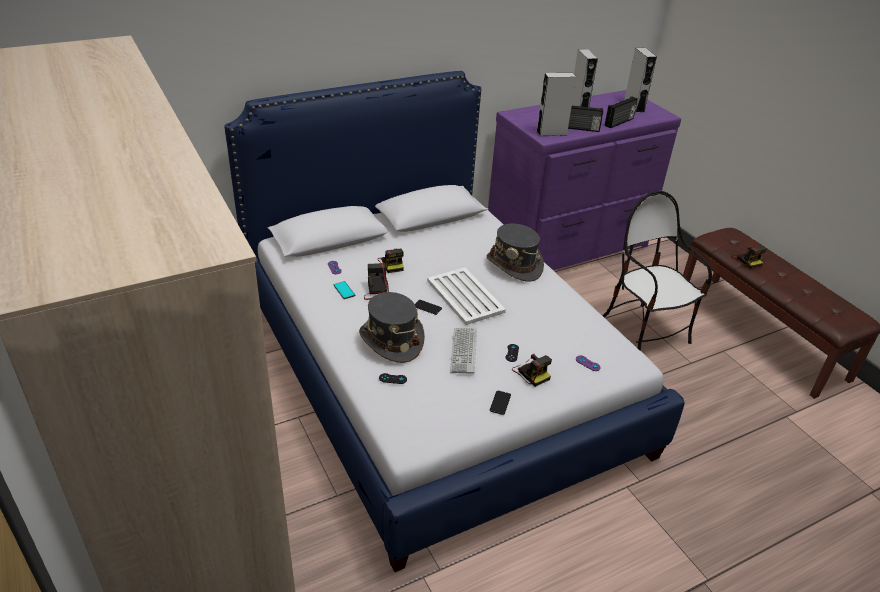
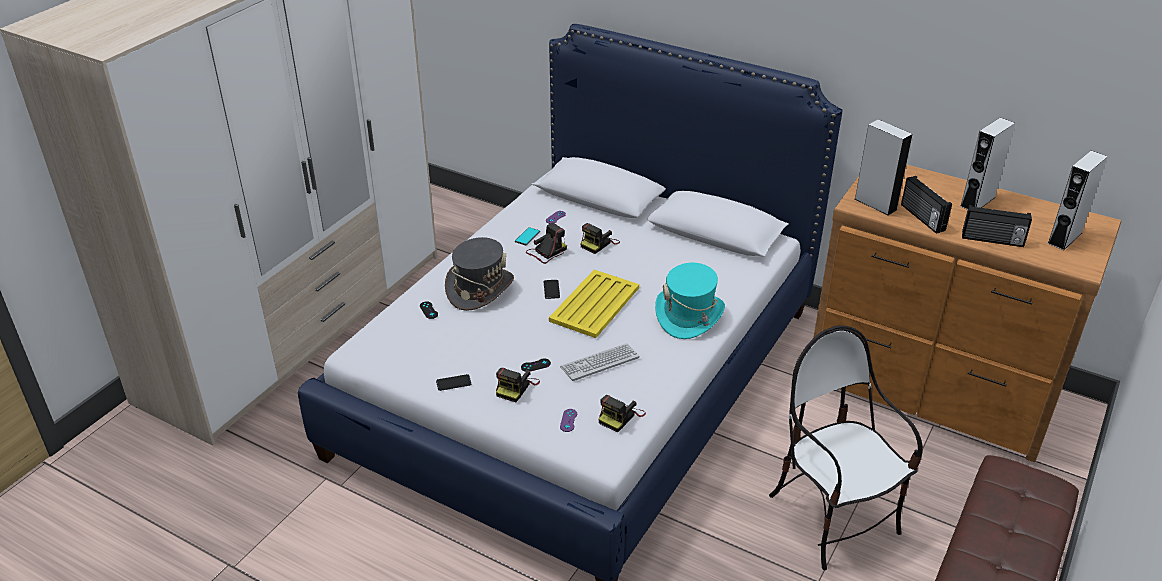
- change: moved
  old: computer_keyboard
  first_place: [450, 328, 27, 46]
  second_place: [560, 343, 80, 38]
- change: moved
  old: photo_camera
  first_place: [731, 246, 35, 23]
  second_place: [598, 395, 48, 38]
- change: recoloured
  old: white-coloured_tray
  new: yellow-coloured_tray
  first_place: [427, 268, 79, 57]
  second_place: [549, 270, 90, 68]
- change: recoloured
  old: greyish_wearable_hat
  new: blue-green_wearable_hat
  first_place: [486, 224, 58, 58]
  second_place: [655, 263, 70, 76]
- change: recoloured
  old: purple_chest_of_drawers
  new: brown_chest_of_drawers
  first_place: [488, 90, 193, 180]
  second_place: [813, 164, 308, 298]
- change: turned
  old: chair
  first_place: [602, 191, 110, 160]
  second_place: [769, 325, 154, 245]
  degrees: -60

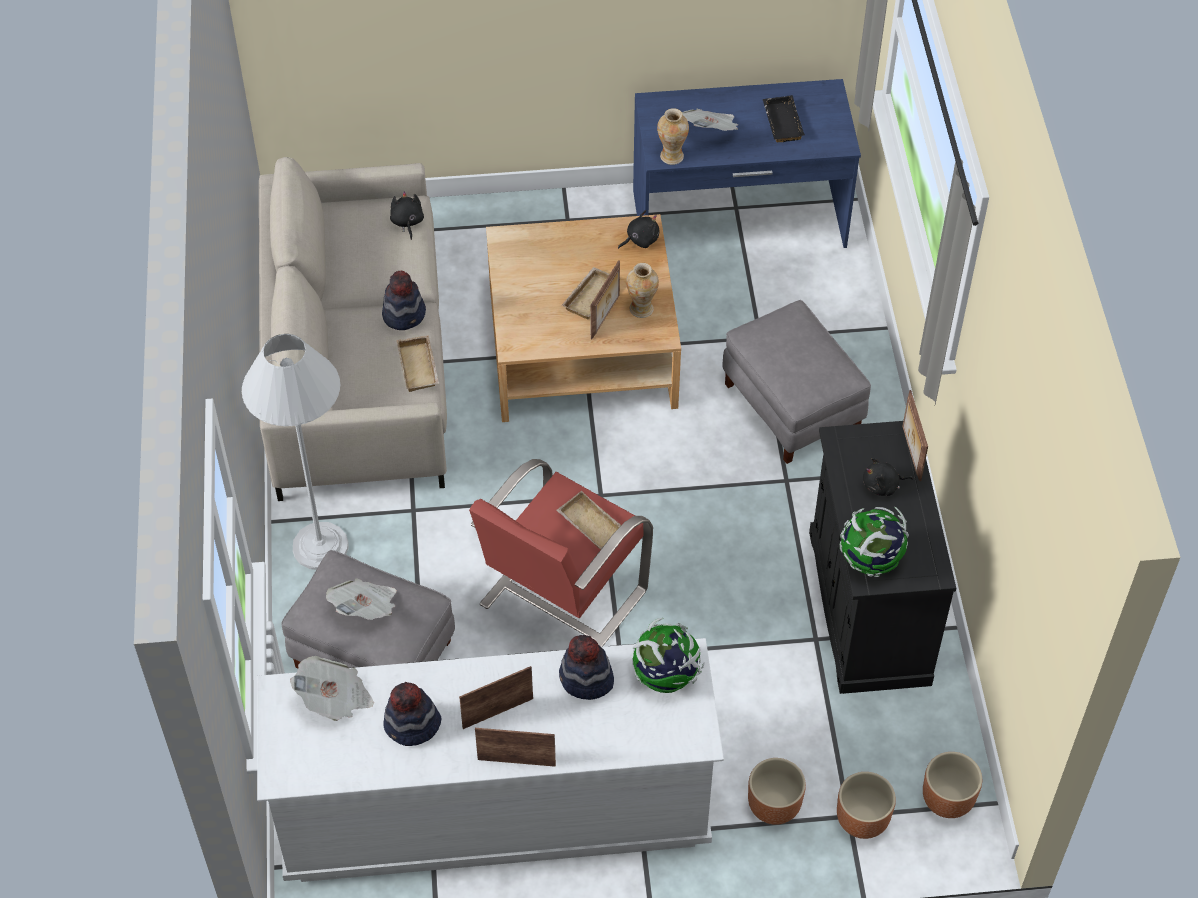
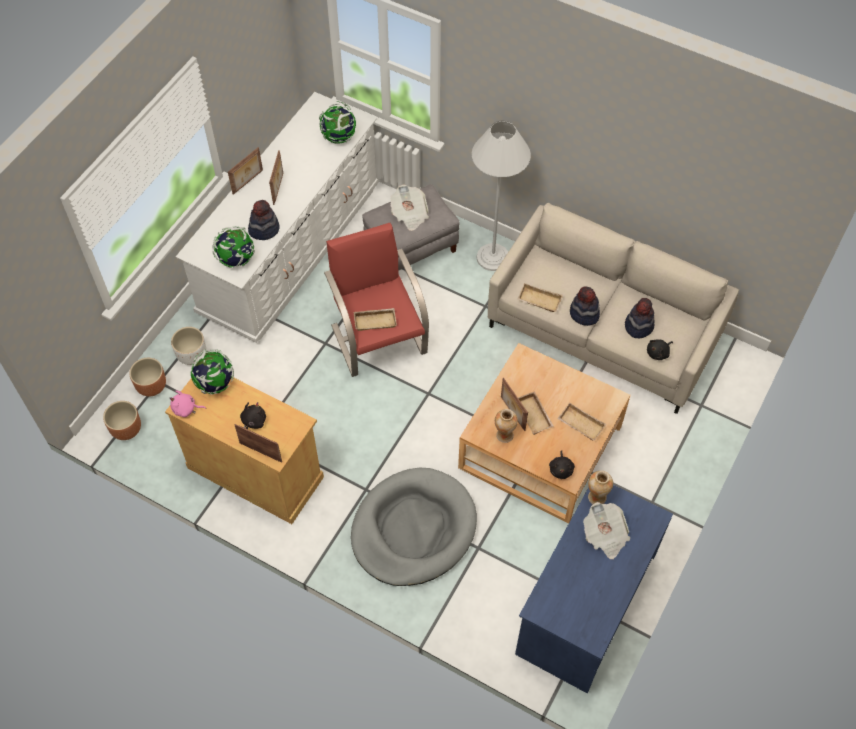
- change: removed
  old: black-coloured_tray
  first_place: [763, 95, 42, 47]
- change: added
  new: pink-coloured_cuddly_toy
  second_place: [170, 391, 36, 26]
- change: added
  new: beige_tray
  second_place: [557, 403, 49, 38]
- change: moved
  old: wearable_hat
  first_place: [383, 682, 59, 64]
  second_place: [625, 298, 29, 41]
- change: replaced
  old: newspaper
  new: world_globe
  first_place: [290, 656, 84, 65]
  second_place: [319, 101, 37, 43]
- change: replaced
  old: greyish_ottoman
  new: greyish_dog_bed
  first_place: [723, 300, 148, 164]
  second_place: [351, 468, 126, 118]
- change: recoloured
  old: brown_plant_pot
  new: white-coloured_plant_pot
  first_place: [748, 758, 58, 67]
  second_place: [171, 327, 35, 38]
- change: recoloured
  old: black-coloured_storage_cabinet
  new: beige_storage_cabinet
  first_place: [809, 421, 147, 273]
  second_place: [165, 378, 159, 146]
- change: turned
  old: black-coloured_cuddly_toy
  first_place: [390, 191, 34, 49]
  second_place: [647, 339, 26, 21]
  degrees: 120

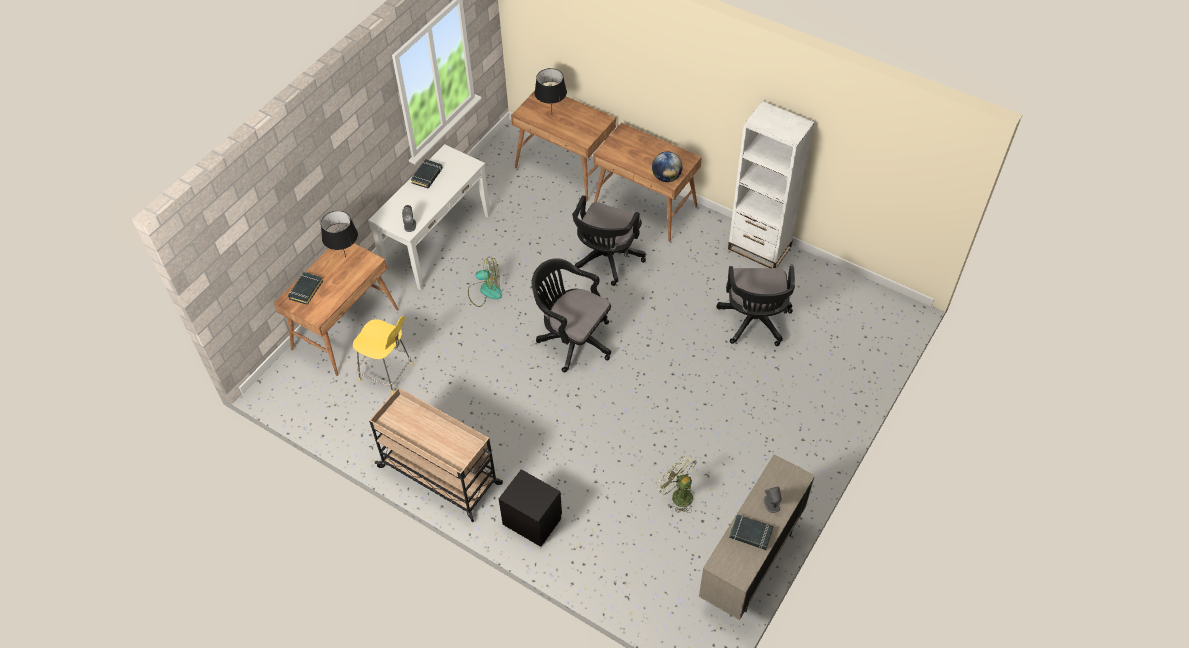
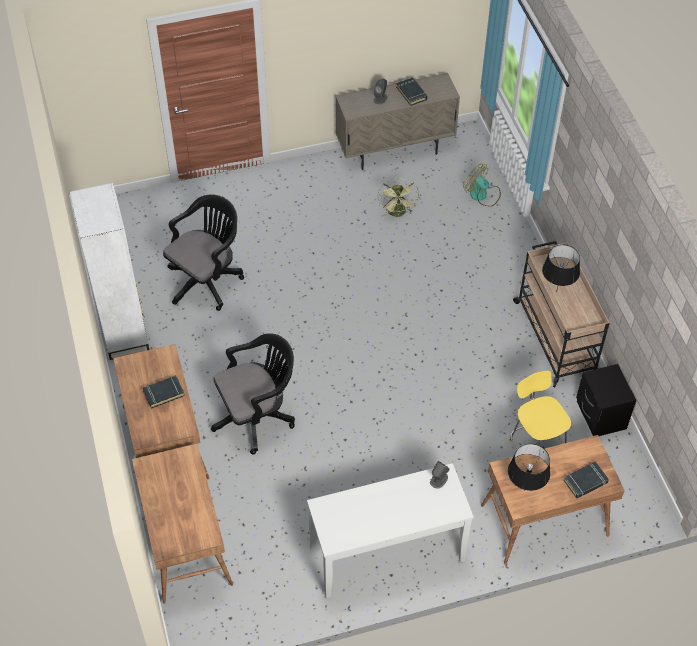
- change: removed
  old: black-coloured_office_chair
  first_place: [532, 258, 79, 114]
- change: removed
  old: world_globe
  first_place: [652, 152, 30, 30]
- change: moved
  old: black-coloured_bound_book
  first_place: [411, 159, 32, 29]
  second_place: [143, 375, 42, 33]
- change: moved
  old: electric_fan
  first_place: [468, 257, 34, 50]
  second_place: [463, 163, 38, 44]
- change: moved
  old: black-coloured_night_table
  first_place: [499, 469, 63, 78]
  second_place: [576, 364, 60, 72]
- change: moved
  old: black-coloured_lamp_for_a_table
  first_place: [535, 68, 32, 42]
  second_place: [542, 245, 38, 48]

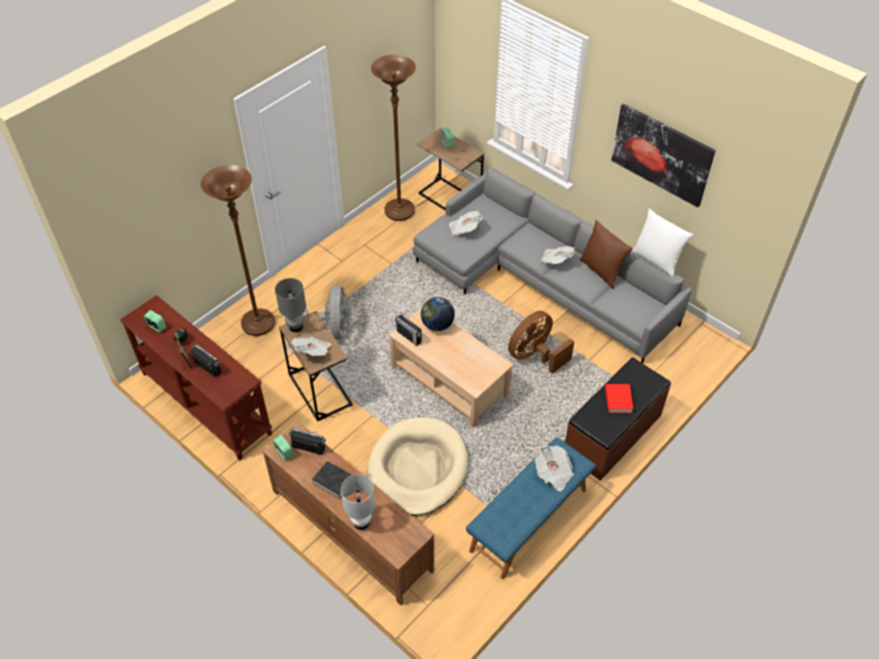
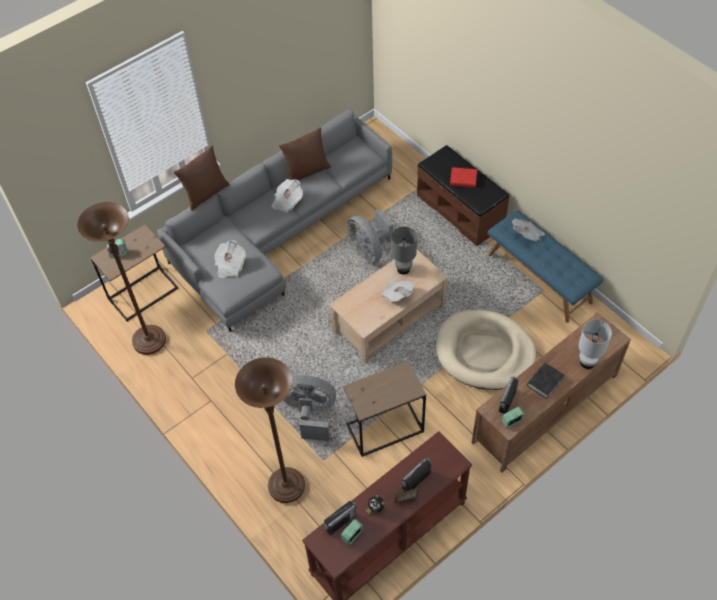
- change: removed
  old: world_globe
  first_place: [421, 297, 34, 34]
- change: removed
  old: wall_picture
  first_place: [611, 104, 105, 103]
- change: removed
  old: white-coloured_throw_pillow
  first_place: [632, 208, 61, 70]
- change: added
  new: brown_throw_pillow
  second_place: [174, 145, 56, 66]
- change: moved
  old: greyish_lamp_for_a_table
  first_place: [275, 278, 31, 54]
  second_place: [391, 227, 26, 48]
- change: moved
  old: newspaper
  first_place: [291, 336, 41, 20]
  second_place: [380, 281, 35, 21]
- change: moved
  old: radio_set
  first_place: [395, 314, 27, 32]
  second_place: [323, 501, 34, 35]
- change: recoloured
  old: brown_electric_fan
  new: greyish_electric_fan
  first_place: [508, 311, 66, 63]
  second_place: [347, 209, 46, 54]

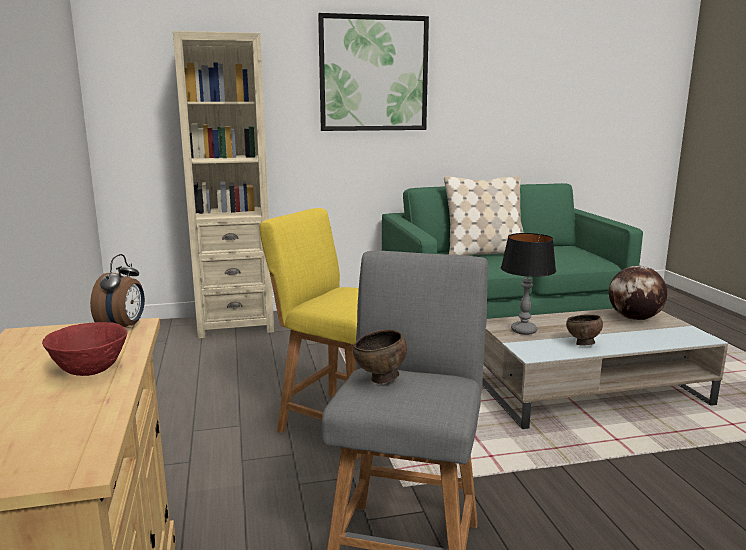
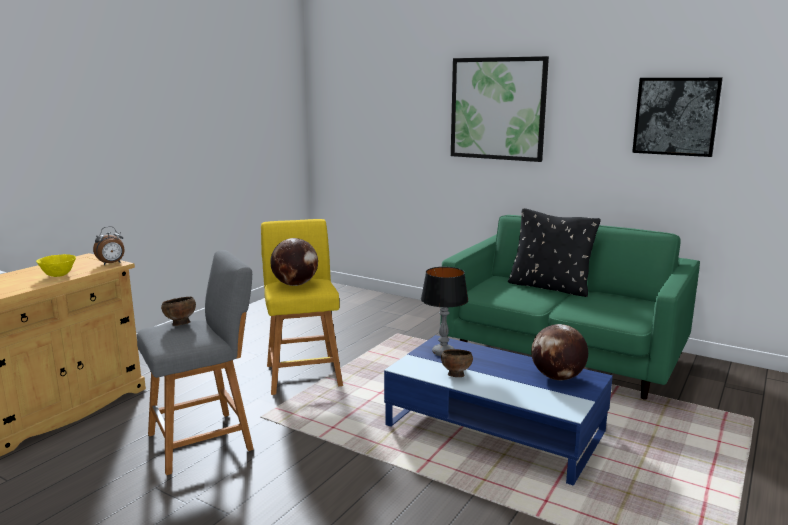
- change: removed
  old: beige_bookshelf
  first_place: [173, 31, 101, 307]
- change: added
  new: world_globe
  second_place: [270, 238, 48, 48]
- change: added
  new: wall_picture
  second_place: [632, 78, 91, 79]
- change: recoloured
  old: red-coloured_deep_dish
  new: yellow-coloured_deep_dish
  first_place: [42, 322, 85, 54]
  second_place: [36, 254, 40, 23]
- change: recoloured
  old: beige_throw_pillow
  new: black-coloured_throw_pillow
  first_place: [444, 176, 80, 80]
  second_place: [508, 208, 93, 89]
- change: recoloured
  old: beige_coffee_table
  new: blue-coloured_coffee_table
  first_place: [482, 308, 246, 121]
  second_place: [384, 335, 229, 151]

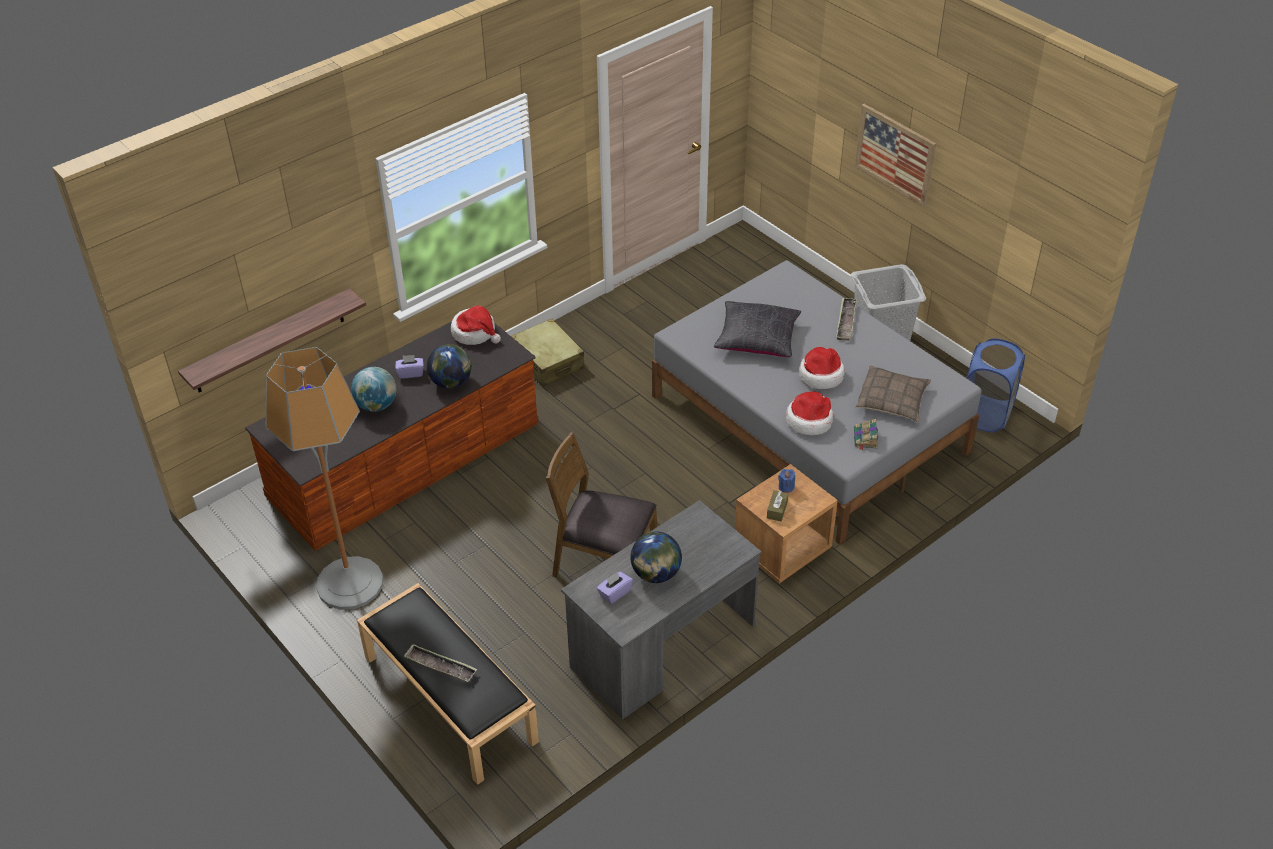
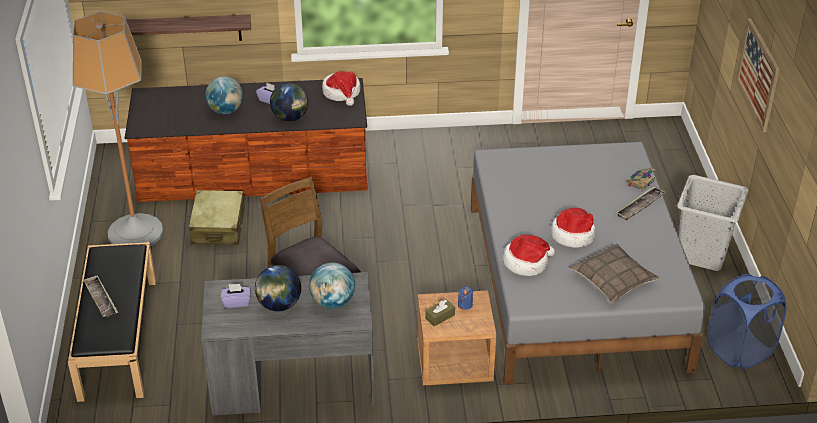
- change: removed
  old: black-coloured_throw_pillow
  first_place: [714, 301, 87, 56]
- change: added
  new: world_globe
  second_place: [309, 263, 46, 46]
- change: moved
  old: beige_travel_case
  first_place: [511, 319, 73, 68]
  second_place: [189, 190, 56, 55]
- change: moved
  old: bound_book
  first_place: [854, 419, 24, 31]
  second_place: [626, 169, 30, 22]

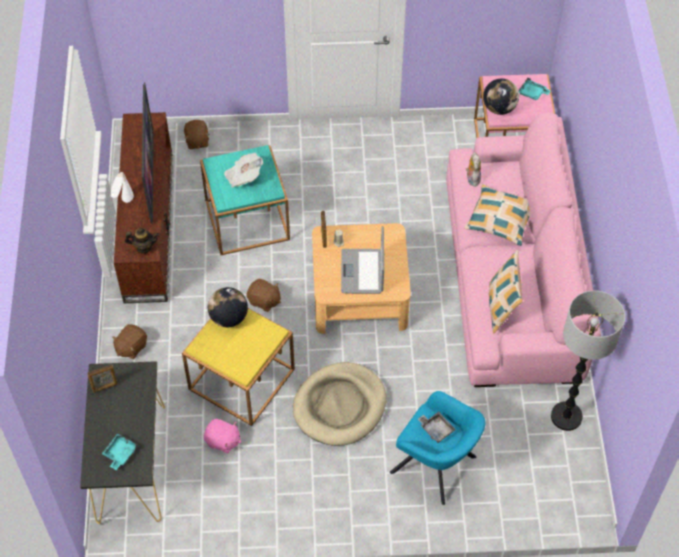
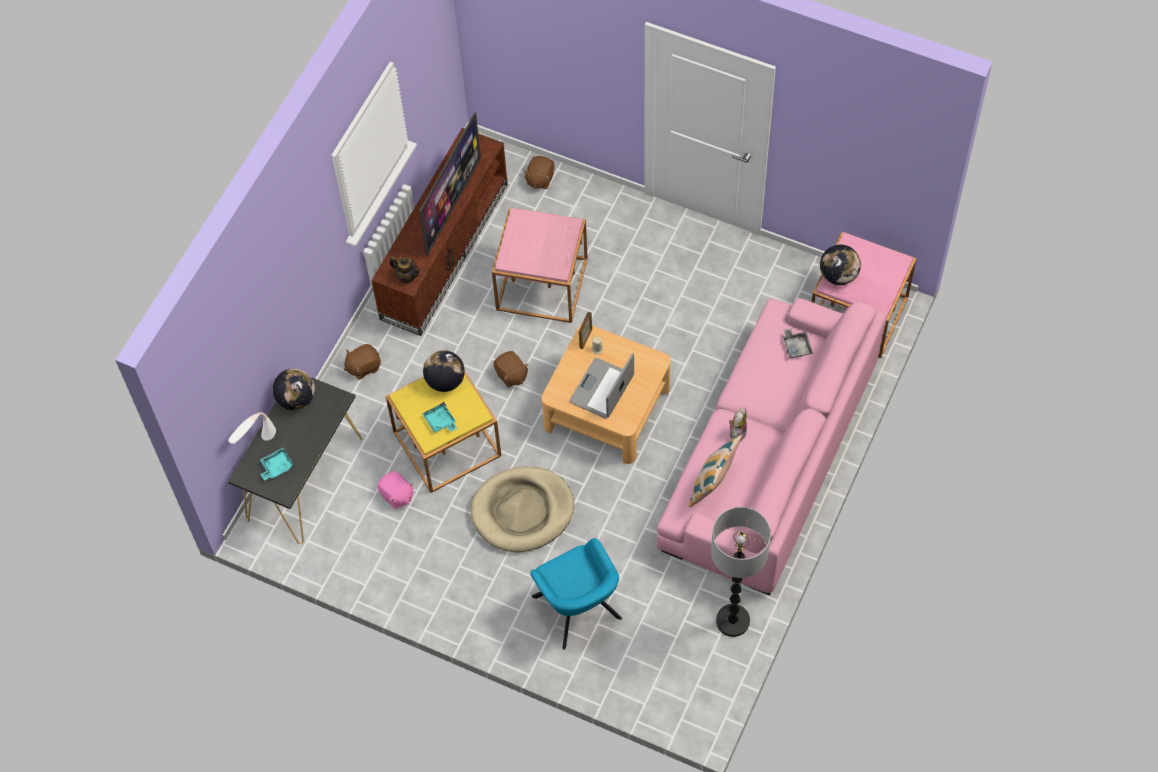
- change: removed
  old: newspaper
  first_place: [224, 153, 39, 35]
- change: removed
  old: throw_pillow
  first_place: [464, 185, 66, 61]
- change: moved
  old: white-coloured_lamp_for_a_table
  first_place: [111, 172, 23, 31]
  second_place: [228, 412, 48, 32]
- change: moved
  old: greyish_tray
  first_place: [418, 412, 38, 31]
  second_place: [783, 329, 30, 29]
- change: moved
  old: cuddly_toy
  first_place: [466, 152, 15, 35]
  second_place: [729, 407, 18, 33]
- change: moved
  old: blue-green_tray
  first_place: [518, 77, 33, 23]
  second_place: [422, 401, 35, 32]
- change: replaced
  old: picture_frame
  new: world_globe
  first_place: [87, 365, 30, 28]
  second_place: [273, 368, 42, 42]
- change: recoloured
  old: blue-green_side_table
  new: pink-coloured_side_table
  first_place: [200, 145, 90, 110]
  second_place: [492, 207, 96, 116]

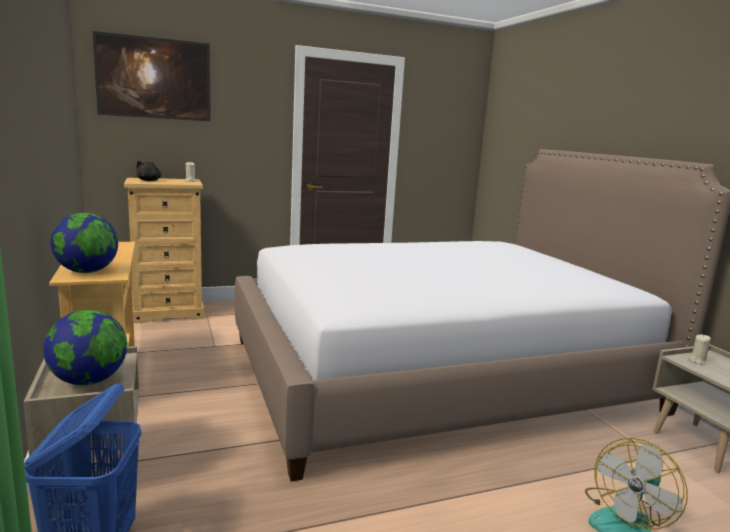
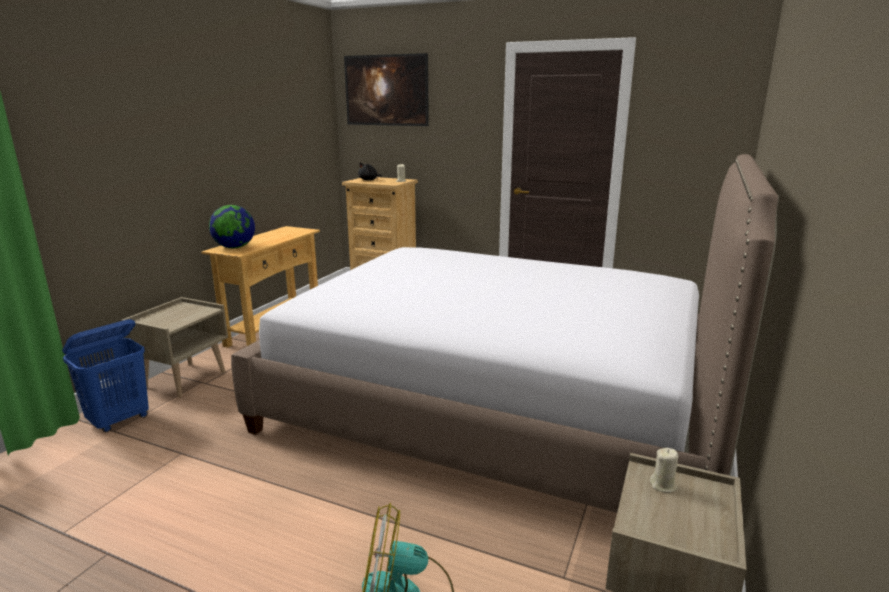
- change: removed
  old: world_globe
  first_place: [43, 310, 84, 75]

